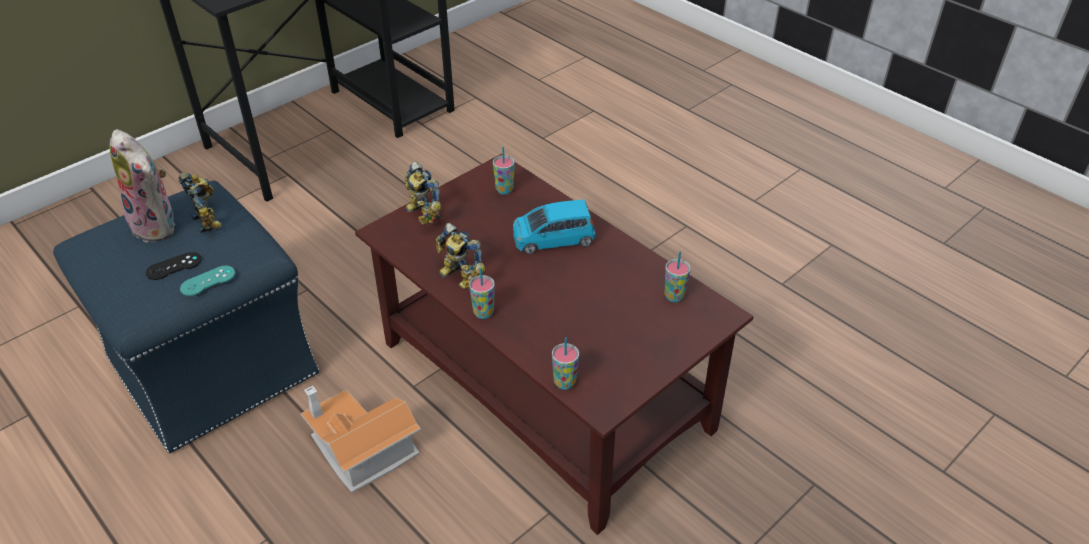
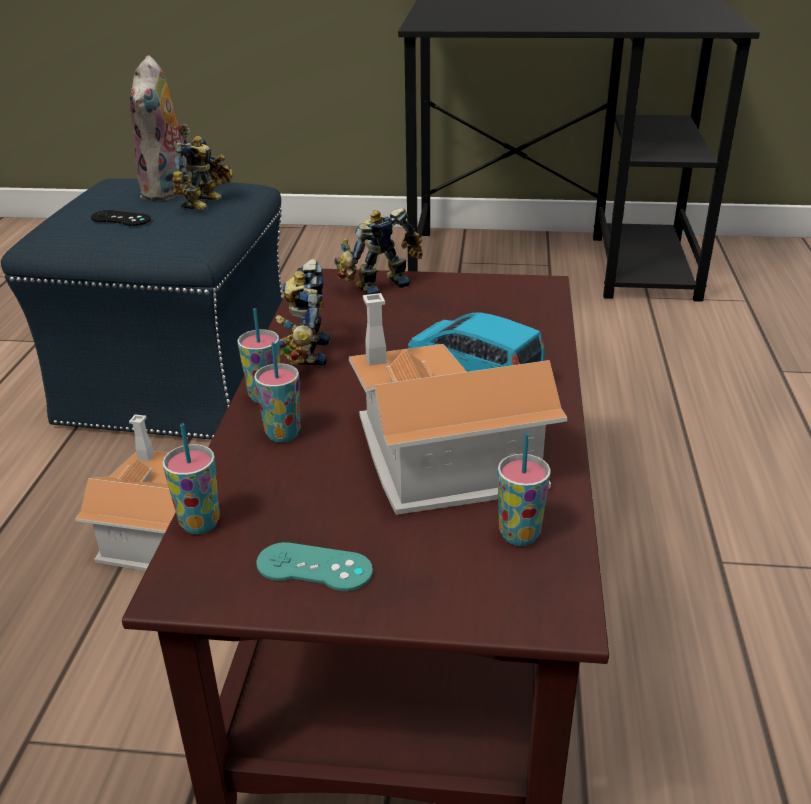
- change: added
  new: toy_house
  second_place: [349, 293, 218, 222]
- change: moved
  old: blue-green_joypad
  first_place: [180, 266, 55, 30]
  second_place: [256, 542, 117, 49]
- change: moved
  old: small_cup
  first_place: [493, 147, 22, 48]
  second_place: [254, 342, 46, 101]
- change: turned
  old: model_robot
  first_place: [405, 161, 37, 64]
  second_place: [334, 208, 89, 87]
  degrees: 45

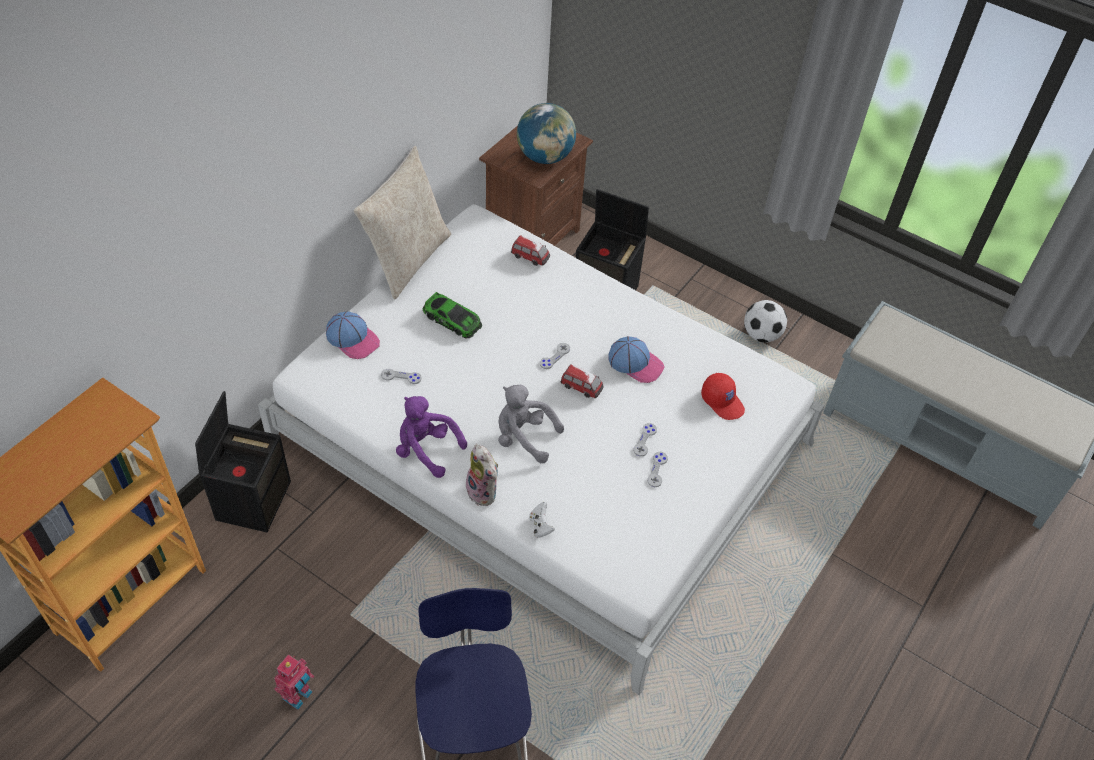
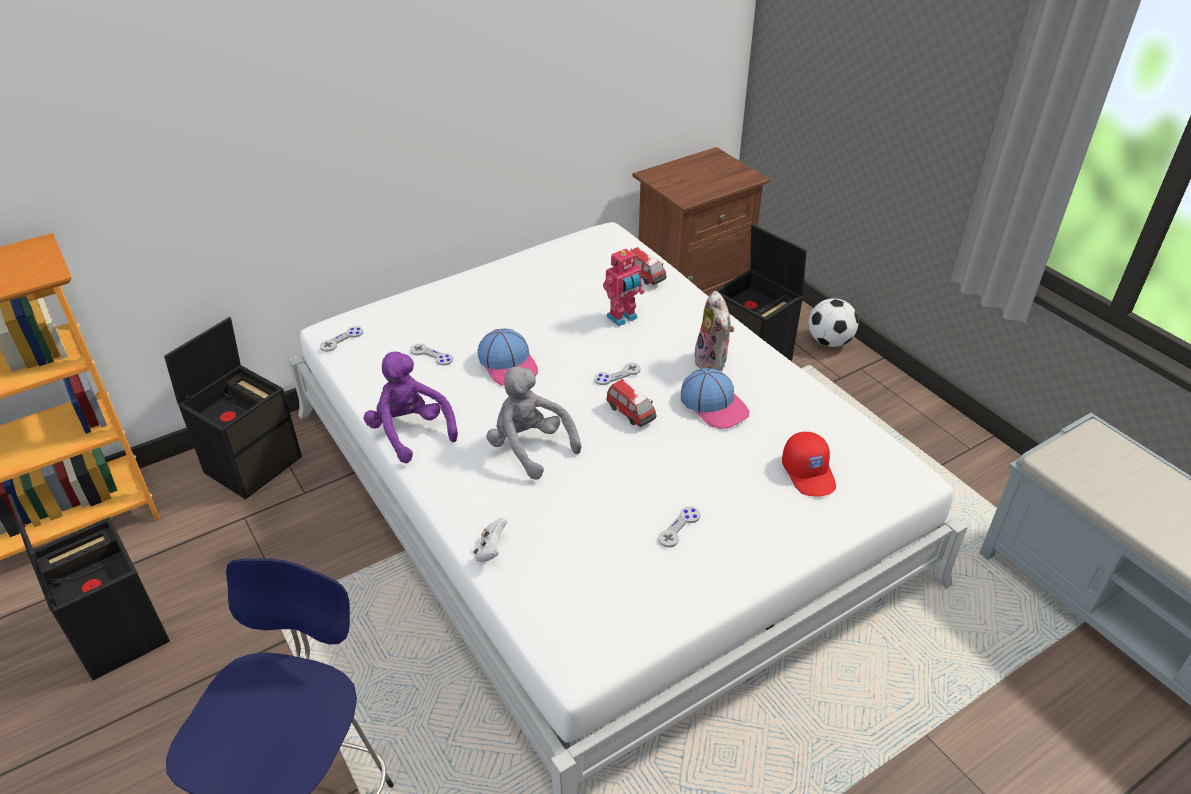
- change: removed
  old: beige_throw_pillow
  first_place: [354, 146, 97, 153]
- change: removed
  old: model_car
  first_place: [423, 292, 59, 47]
- change: removed
  old: world_globe
  first_place: [517, 103, 59, 61]
- change: added
  new: black-coloured_storage_bin
  second_place: [8, 494, 162, 186]
- change: moved
  old: model_robot
  first_place: [274, 655, 40, 55]
  second_place: [603, 249, 41, 77]
- change: moved
  old: peaked_cap
  first_place: [326, 311, 54, 48]
  second_place: [477, 328, 61, 58]
- change: moved
  old: cuddly_toy
  first_place: [463, 444, 35, 62]
  second_place: [695, 291, 39, 81]
- change: moved
  old: greyish_joypad
  first_place: [633, 423, 24, 33]
  second_place: [320, 326, 43, 26]
- change: moved
  old: football
  first_place: [744, 300, 43, 43]
  second_place: [808, 298, 51, 49]

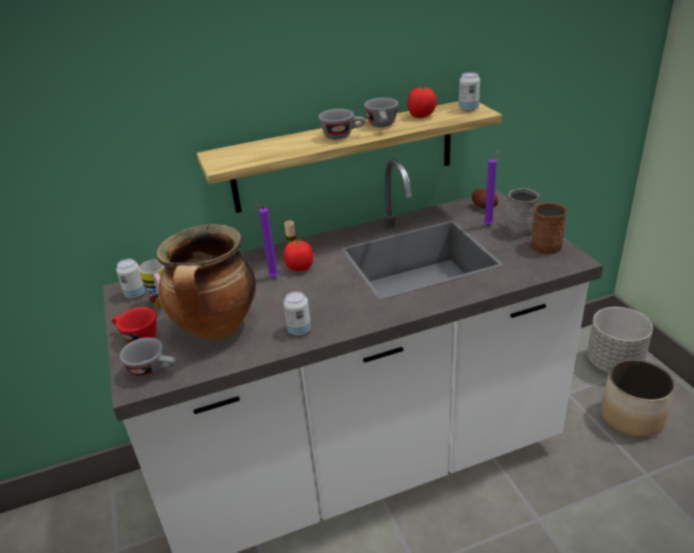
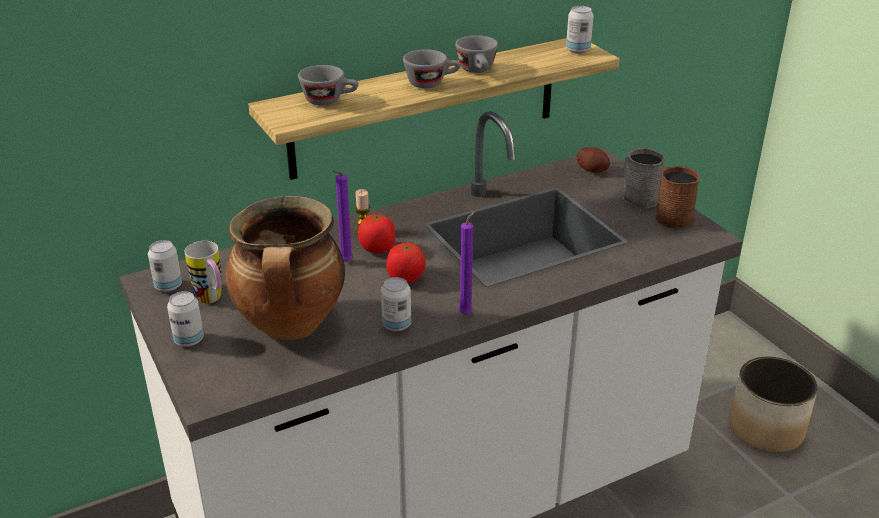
- change: removed
  old: greyish_plant_pot
  first_place: [587, 307, 66, 66]
- change: moved
  old: greyish_small_cup
  first_place: [120, 337, 56, 42]
  second_place: [298, 65, 61, 40]
- change: moved
  old: tomato
  first_place: [407, 87, 30, 31]
  second_place: [386, 243, 40, 41]
- change: moved
  old: purple_candle
  first_place: [484, 150, 15, 75]
  second_place: [458, 210, 18, 105]
- change: replaced
  old: red-coloured_small_cup
  new: can
  first_place: [112, 307, 45, 36]
  second_place: [167, 291, 37, 56]

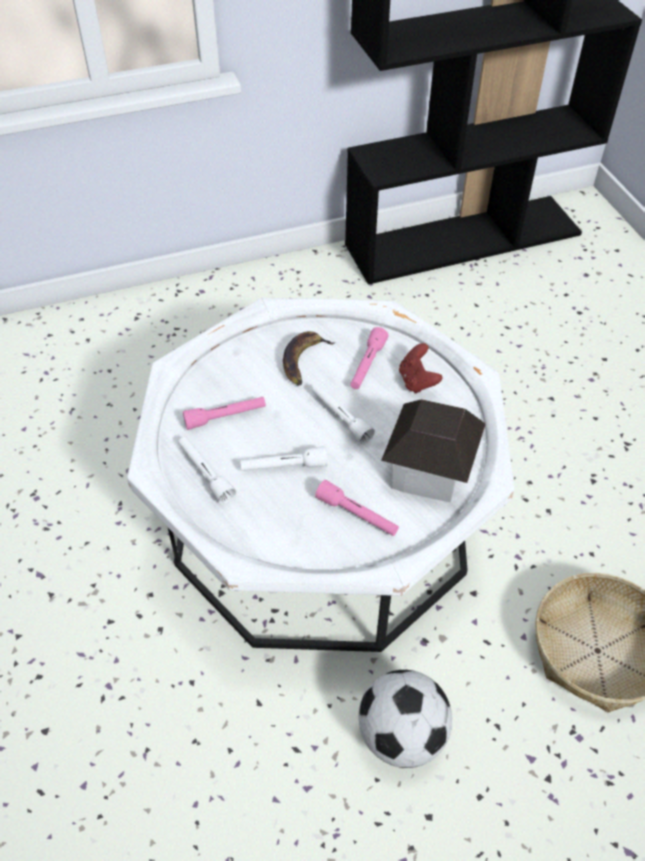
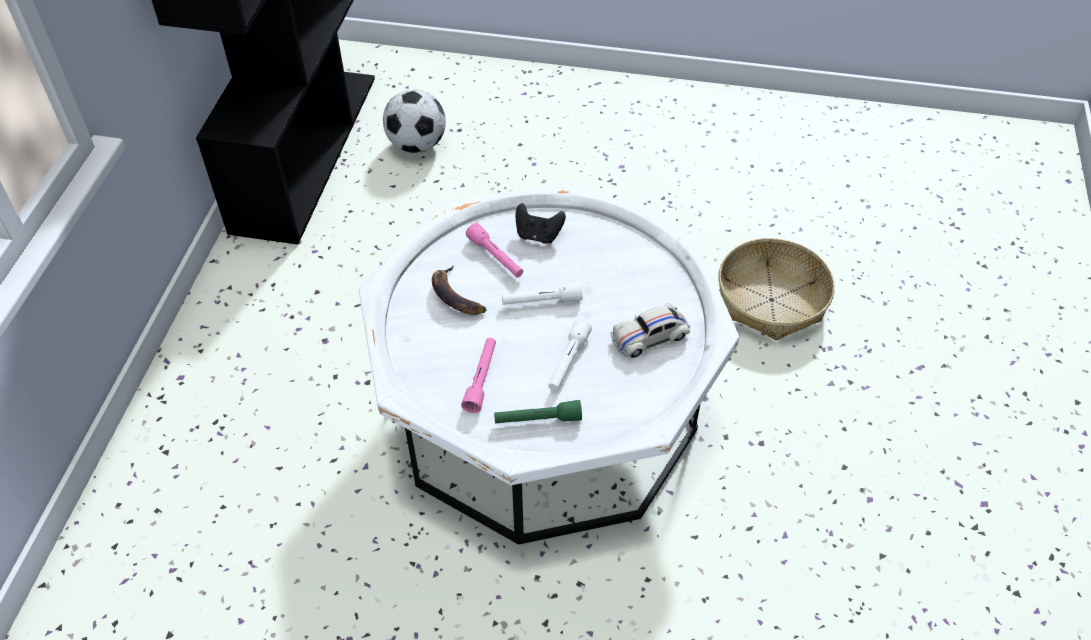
- change: removed
  old: toy_house
  first_place: [381, 399, 105, 103]
- change: moved
  old: football
  first_place: [358, 670, 94, 98]
  second_place: [383, 89, 63, 64]
- change: replaced
  old: pink-coloured_hand_torch
  new: white-coloured_model_car
  first_place: [315, 480, 84, 56]
  second_place: [610, 304, 80, 54]
- change: recoloured
  old: white-coloured_hand_torch
  new: greenish_hand_torch
  first_place: [178, 437, 59, 67]
  second_place: [494, 400, 88, 24]
- change: recoloured
  old: red-coloured_joypad
  new: black-coloured_joypad
  first_place: [399, 343, 43, 51]
  second_place: [516, 203, 50, 41]

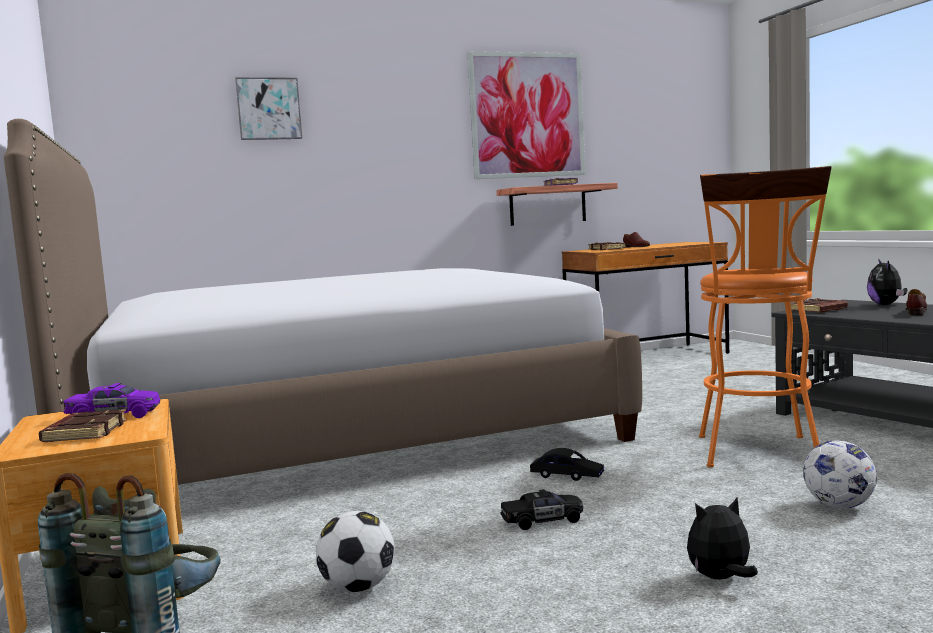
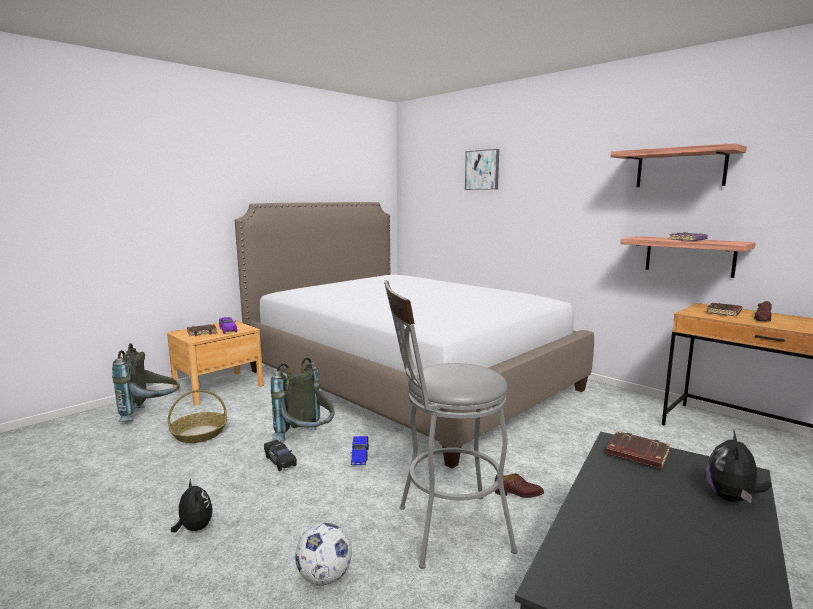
- change: added
  new: greyish_knapsack
  second_place: [271, 357, 64, 84]
- change: moved
  old: brown_low_shoe
  first_place: [906, 289, 21, 26]
  second_place: [495, 473, 49, 25]
- change: replaced
  old: football
  new: basket
  first_place: [316, 511, 78, 81]
  second_place: [168, 390, 59, 53]
- change: replaced
  old: wall_picture
  new: wall_shelf
  first_place: [467, 51, 118, 128]
  second_place: [611, 143, 136, 44]
- change: recoloured
  old: black-coloured_model_car
  new: blue-coloured_model_car
  first_place: [530, 448, 74, 33]
  second_place: [350, 436, 19, 29]
- change: recoloured
  old: orangey_stool_seat
  new: greyish_stool_seat
  first_place: [699, 166, 133, 301]
  second_place: [384, 280, 133, 289]
- change: turned
  old: cuddly_toy
  first_place: [867, 259, 40, 46]
  second_place: [706, 430, 66, 73]
  degrees: -45

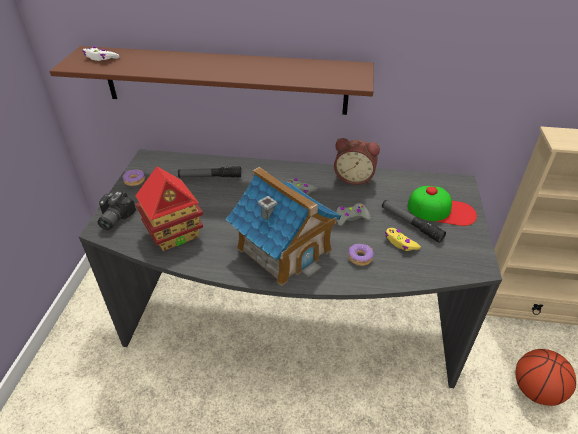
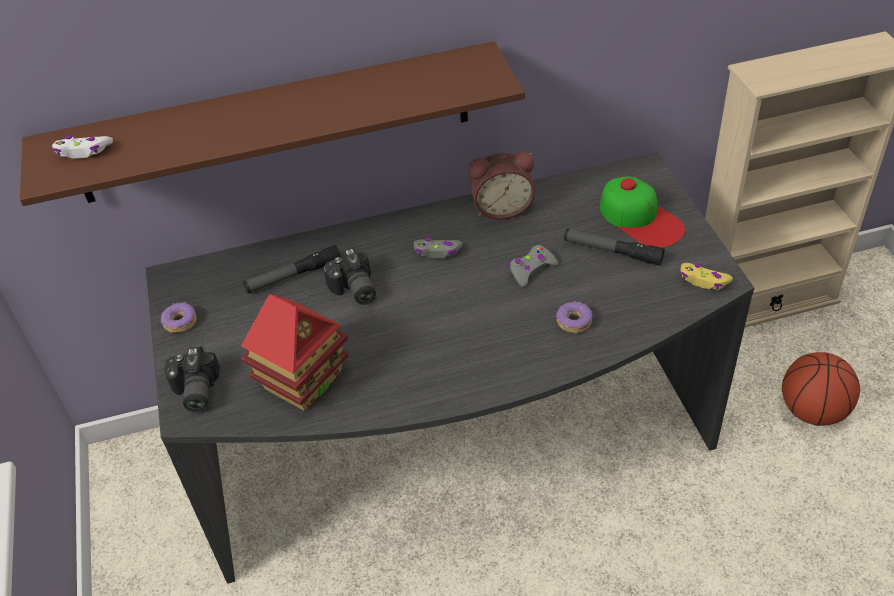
- change: removed
  old: toy_house
  first_place: [226, 167, 115, 119]
- change: added
  new: photo_camera
  second_place: [323, 248, 53, 57]
- change: moved
  old: yellow-coloured_joypad
  first_place: [385, 228, 36, 23]
  second_place: [680, 263, 53, 26]
- change: turned
  old: peaked_cap
  first_place: [407, 186, 70, 40]
  second_place: [600, 177, 85, 71]
  degrees: 60

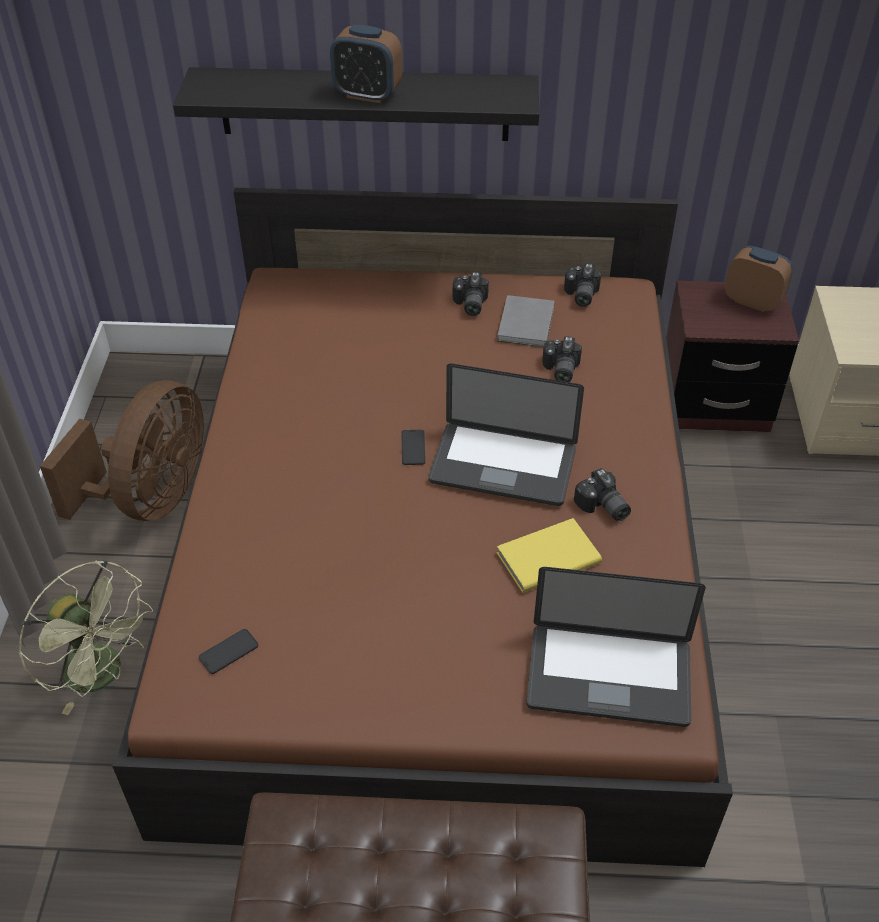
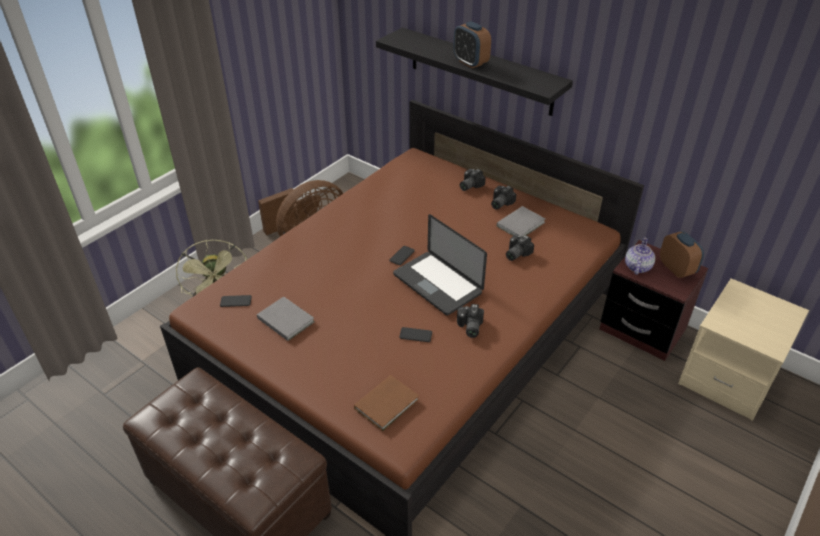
- change: added
  new: greyish_bound_book
  second_place: [257, 296, 58, 45]
- change: added
  new: teapot
  second_place: [625, 237, 30, 38]
- change: moved
  old: photo_camera
  first_place: [564, 263, 37, 44]
  second_place: [460, 169, 26, 22]
- change: replaced
  old: yellow-coloured_bound_book
  new: telephone
  first_place: [496, 518, 106, 75]
  second_place: [399, 327, 33, 15]
- change: replaced
  old: portable_computer
  new: brown_bound_book
  first_place: [526, 567, 180, 160]
  second_place: [354, 375, 65, 56]

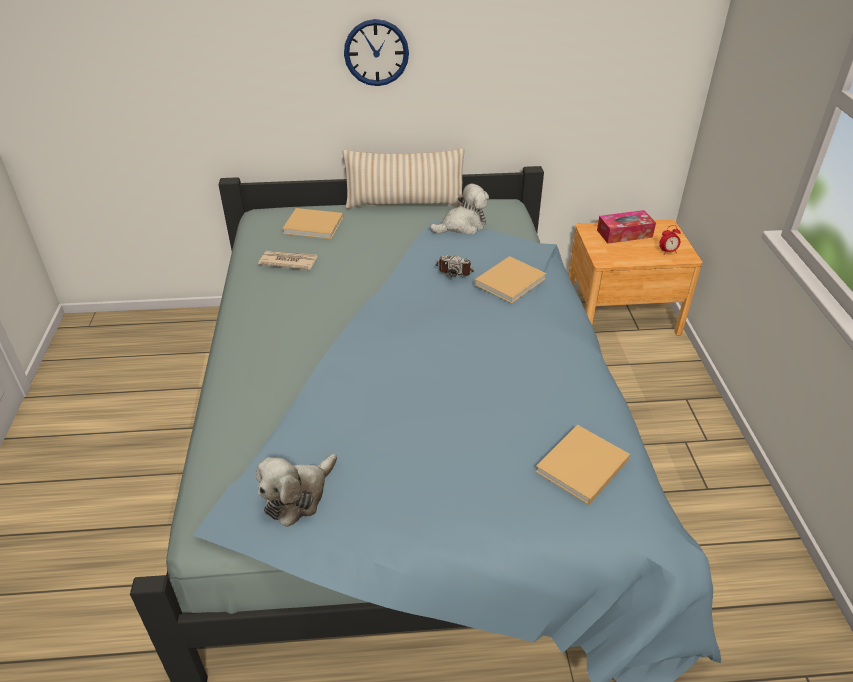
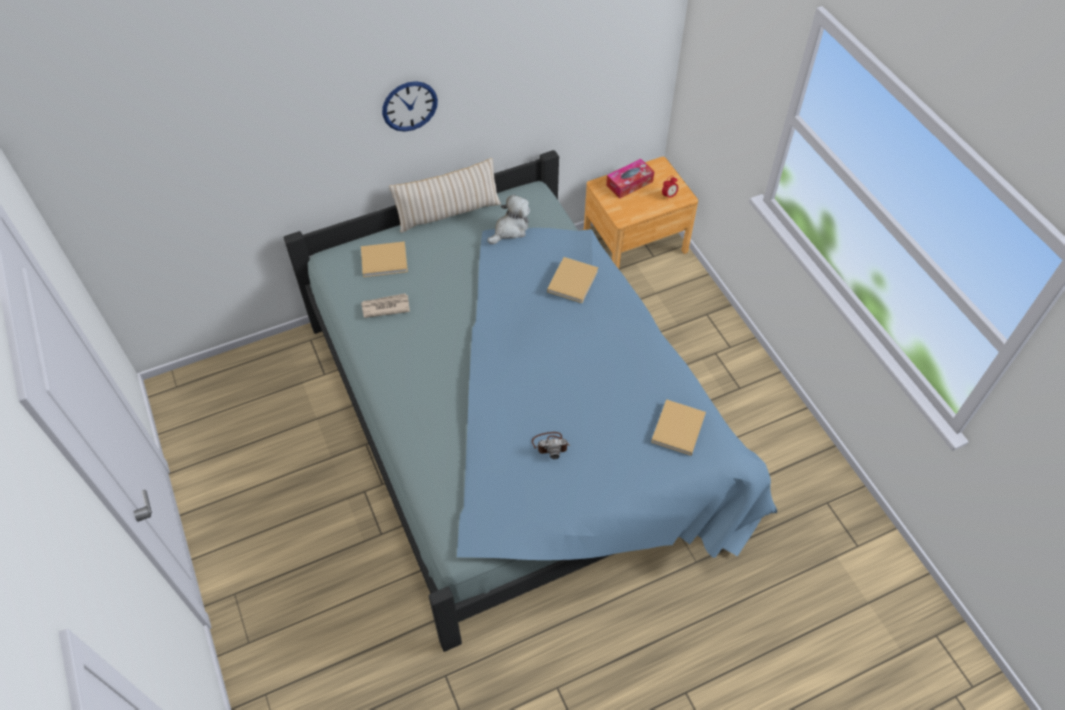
- change: removed
  old: cuddly_toy
  first_place: [256, 454, 81, 73]
- change: moved
  old: photo_camera
  first_place: [436, 255, 38, 22]
  second_place: [532, 432, 38, 27]

